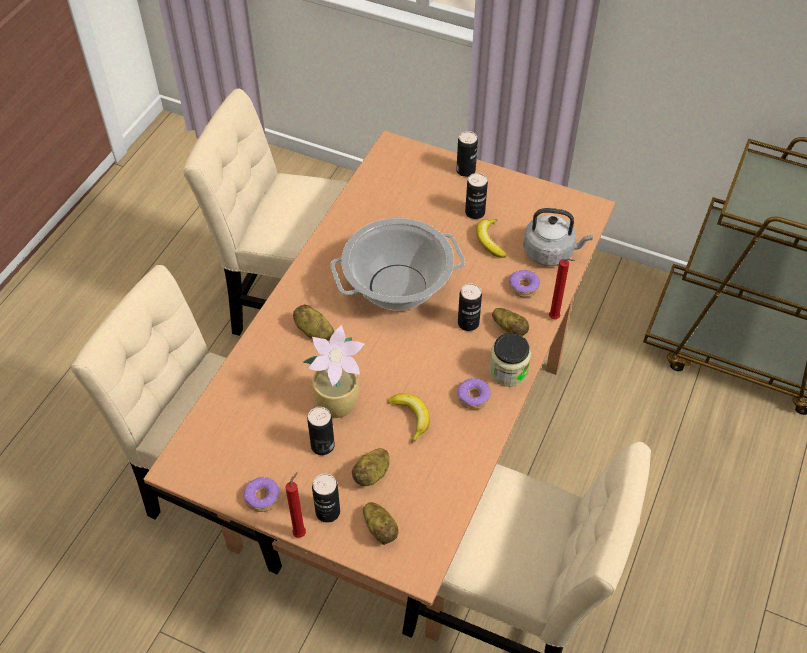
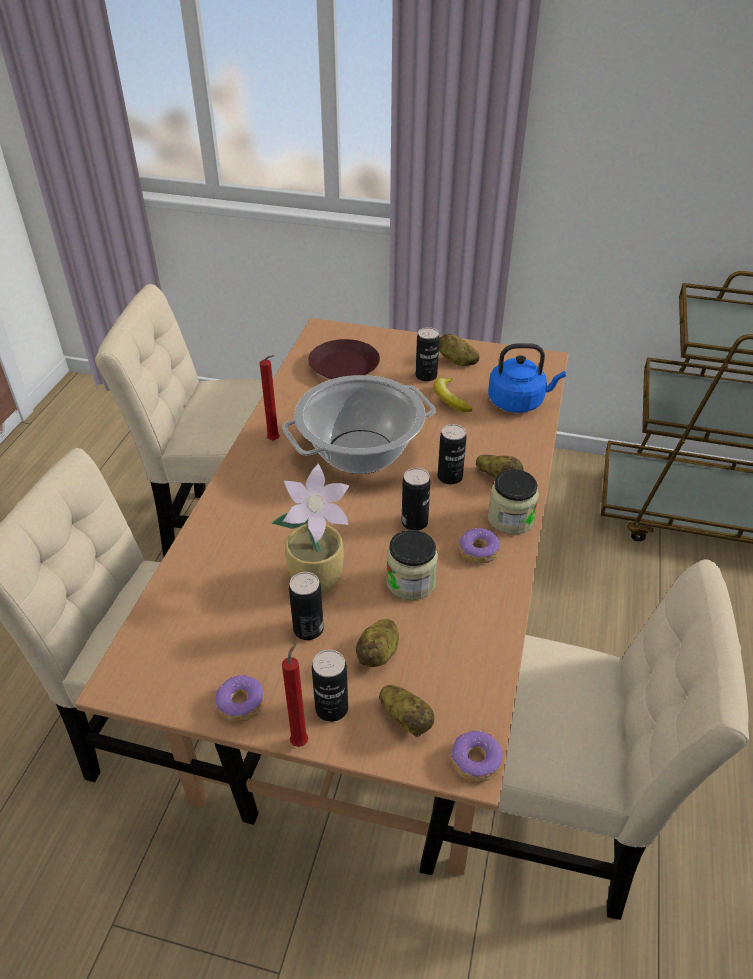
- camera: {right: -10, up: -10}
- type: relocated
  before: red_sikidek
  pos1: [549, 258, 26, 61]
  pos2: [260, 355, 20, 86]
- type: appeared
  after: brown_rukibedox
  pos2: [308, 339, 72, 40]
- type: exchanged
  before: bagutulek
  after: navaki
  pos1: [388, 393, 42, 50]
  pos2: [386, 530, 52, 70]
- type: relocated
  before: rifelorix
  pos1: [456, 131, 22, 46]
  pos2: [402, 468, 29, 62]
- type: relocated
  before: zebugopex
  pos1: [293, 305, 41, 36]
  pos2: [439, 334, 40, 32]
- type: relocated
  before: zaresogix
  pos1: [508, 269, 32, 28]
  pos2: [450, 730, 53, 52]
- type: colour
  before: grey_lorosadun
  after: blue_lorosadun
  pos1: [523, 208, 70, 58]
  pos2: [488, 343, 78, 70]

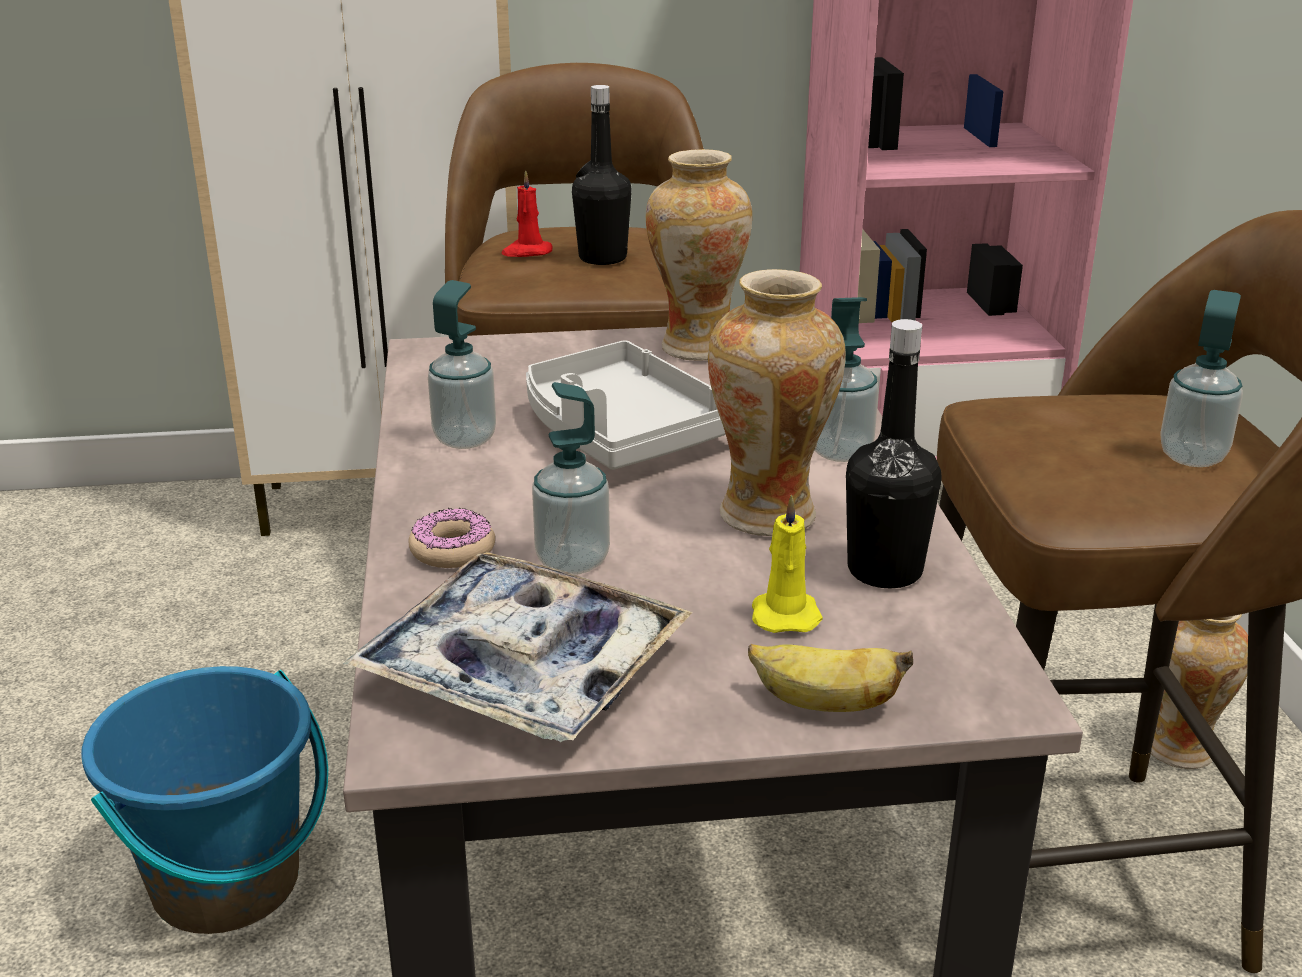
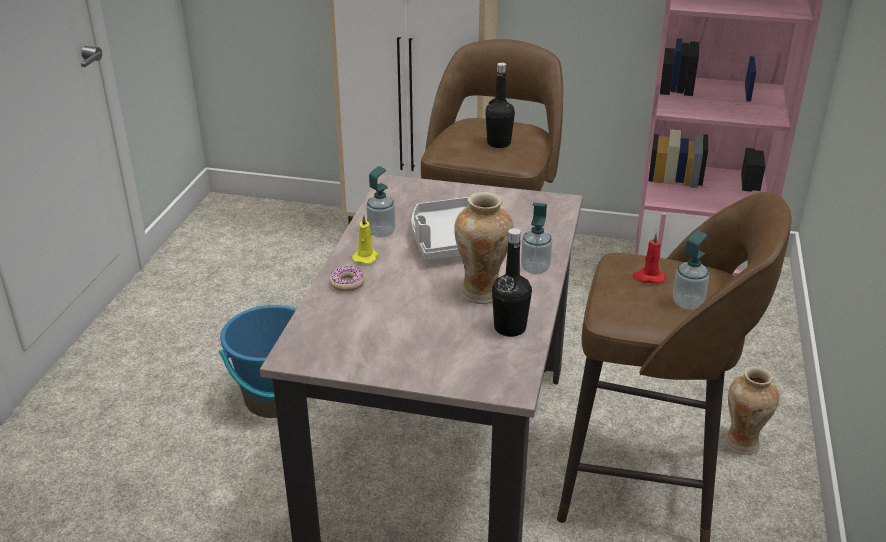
- camera: {right: 20, up: 5}
- type: relocated
  before: yellow_sikidek
  pos1: [752, 494, 71, 139]
  pos2: [352, 215, 27, 49]
- type: relocated
  before: red_sikidek
  pos1: [502, 170, 51, 87]
  pos2: [632, 233, 33, 51]
- type: missing
  before: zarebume
  pos1: [343, 552, 350, 190]
- type: missing
  before: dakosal
  pos1: [532, 382, 78, 193]
- type: missing
  before: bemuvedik
  pos1: [646, 149, 106, 212]
- type: missing
  before: bagutulek
  pos1: [748, 644, 165, 68]

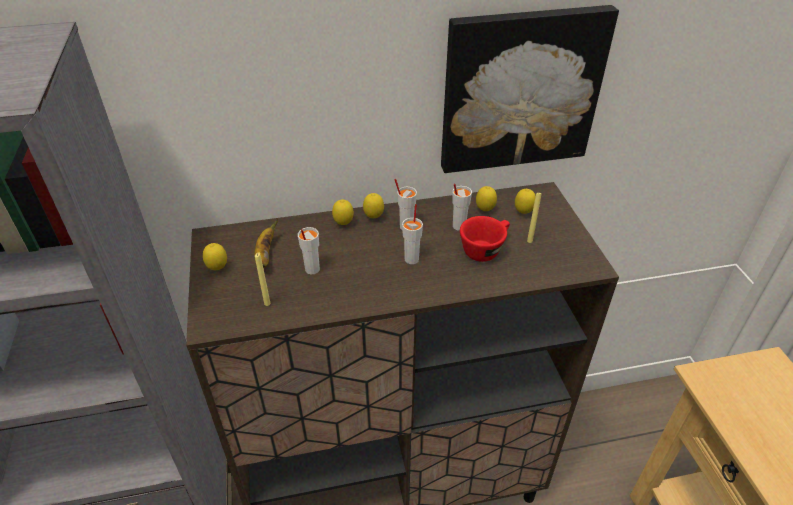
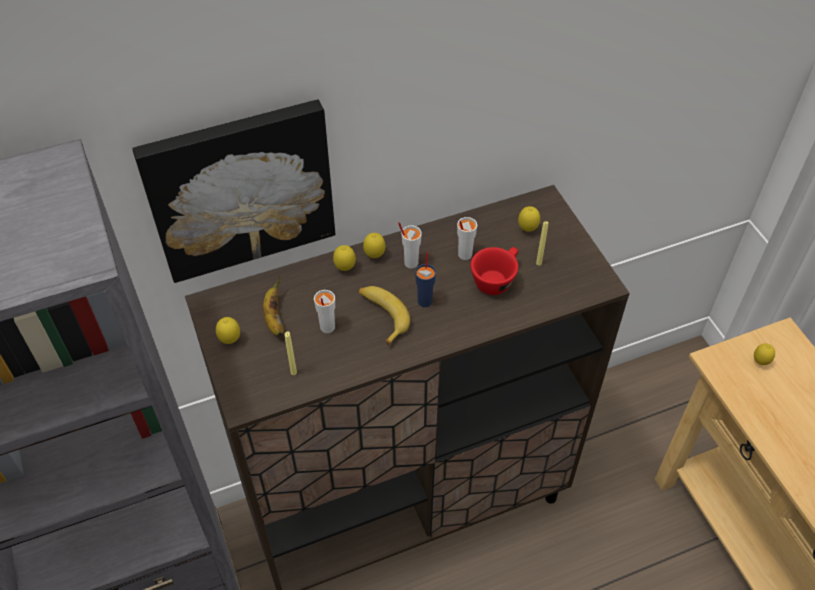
- camera: {right: -10, up: 10}
- type: relocated
  before: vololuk
  pos1: [441, 5, 178, 168]
  pos2: [132, 99, 203, 184]
- type: appeared
  after: bagutulek
  pos2: [359, 286, 51, 60]
- type: colour
  before: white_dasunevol
  after: blue_dasunevol
  pos1: [402, 204, 21, 60]
  pos2: [415, 252, 21, 55]
- type: relocated
  before: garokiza
  pos1: [476, 186, 21, 25]
  pos2: [754, 343, 21, 22]

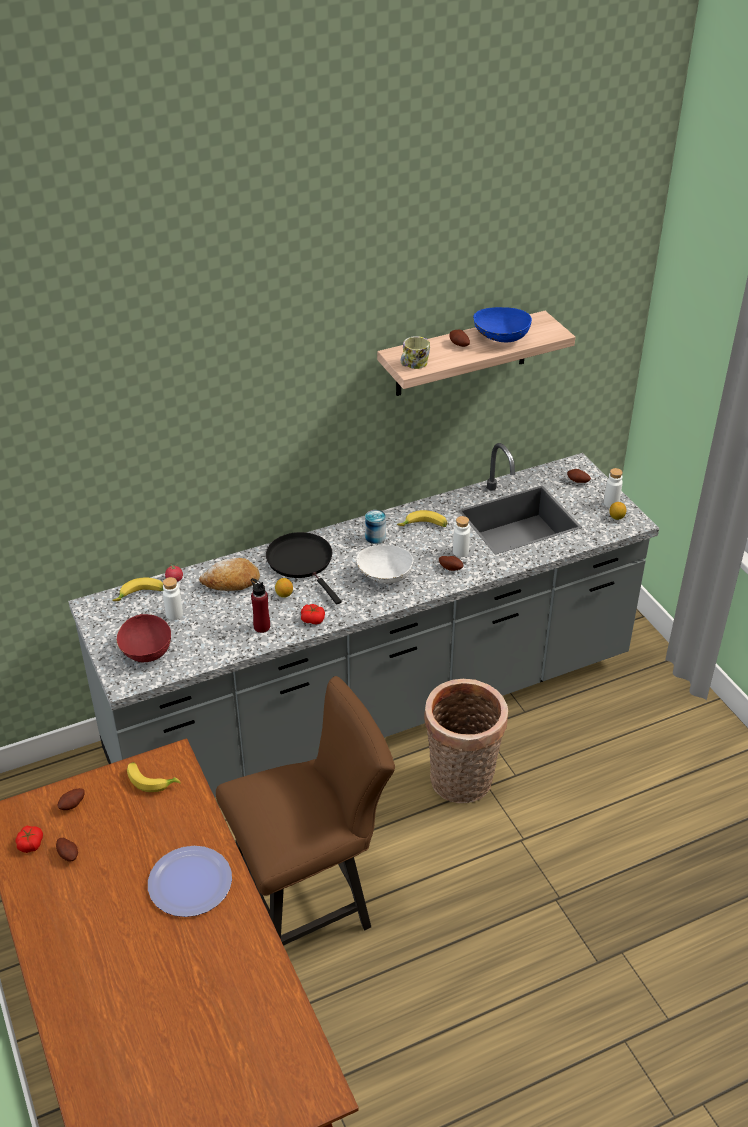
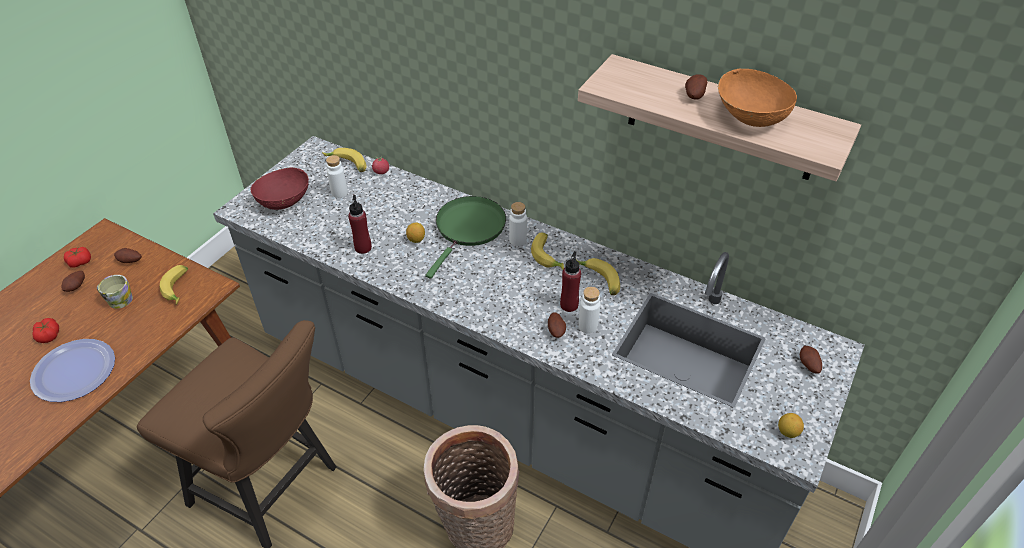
- camera: {right: 55, up: 5}
- type: relocated
  before: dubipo
  pos1: [301, 604, 24, 20]
  pos2: [32, 318, 27, 25]
- type: relocated
  before: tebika
  pos1: [401, 336, 29, 33]
  pos2: [97, 275, 36, 34]
- type: colour
  before: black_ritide
  after: green_ritide
  pos1: [266, 532, 75, 73]
  pos2: [426, 196, 80, 83]
- type: relocated
  before: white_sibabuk
  pos1: [604, 468, 19, 40]
  pos2: [509, 202, 18, 44]
- type: exchanged
  before: rifelorix
  after: bagutulek
  pos1: [365, 510, 21, 34]
  pos2: [531, 232, 33, 38]
- type: appeared
  after: red_sibabuk
  pos2: [560, 251, 21, 61]
- type: colour
  before: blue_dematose
  after: orange_dematose
  pos1: [473, 307, 59, 35]
  pos2: [718, 69, 79, 58]
- type: missing
  before: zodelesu
  pos1: [199, 558, 61, 33]
- type: missing
  before: white_dematose
  pos1: [356, 545, 57, 38]

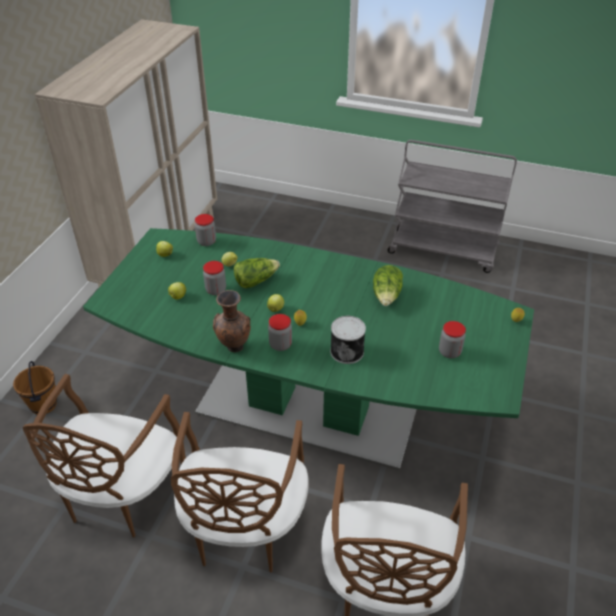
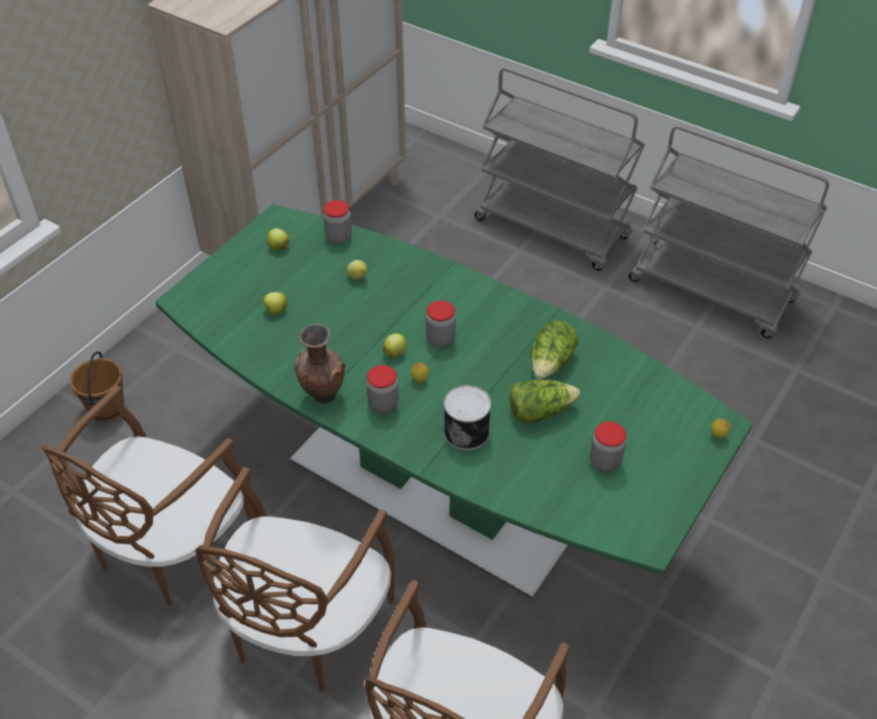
- camera: {right: 15, up: 5}
- type: relocated
  before: navaki
  pos1: [203, 261, 23, 34]
  pos2: [426, 300, 30, 47]
- type: appeared
  after: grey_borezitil
  pos2: [475, 67, 170, 204]
- type: relocated
  before: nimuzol
  pos1: [234, 258, 46, 30]
  pos2: [510, 379, 70, 44]

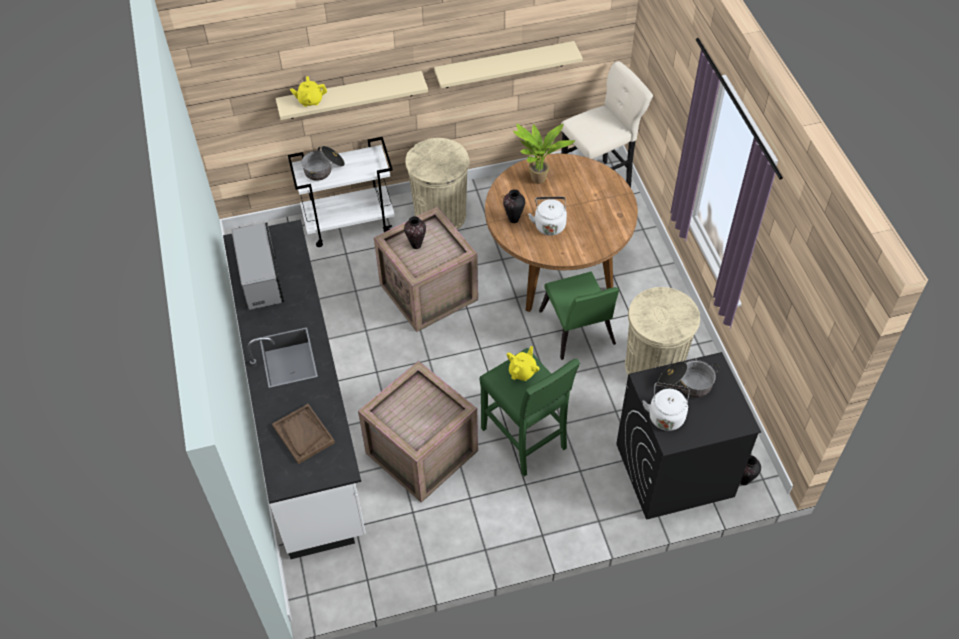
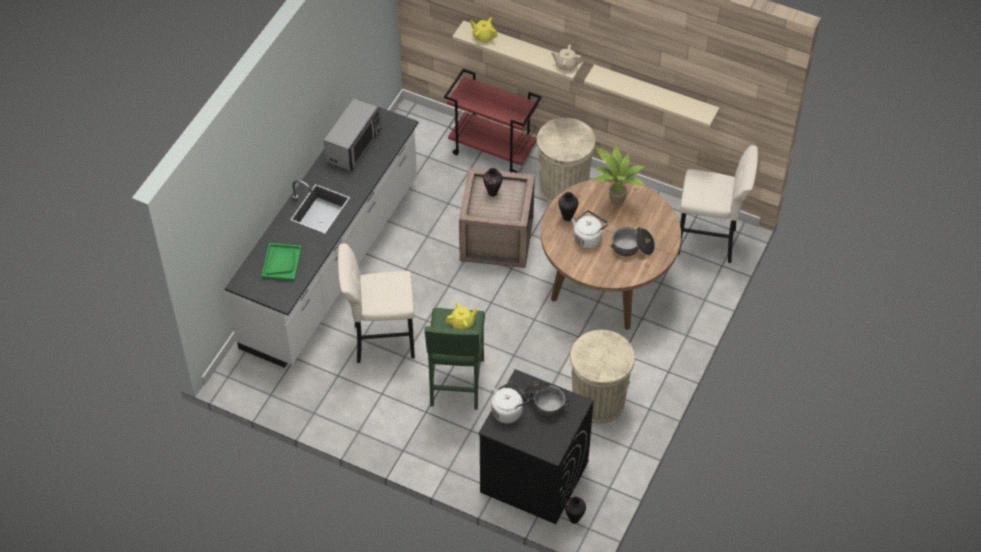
- camera: {right: 40, up: 0}
- type: colour
  before: brown_zarebume
  after: green_zarebume
  pos1: [272, 404, 63, 60]
  pos2: [262, 243, 40, 38]
- type: exchanged
  before: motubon
  after: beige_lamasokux
  pos1: [358, 361, 120, 142]
  pos2: [338, 243, 77, 120]
- type: colour
  before: white_borezitil
  after: red_borezitil
  pos1: [288, 137, 107, 110]
  pos2: [444, 69, 98, 104]
- type: appeared
  after: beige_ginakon
  pos2: [551, 44, 31, 28]
- type: relocated
  before: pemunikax
  pos1: [301, 146, 44, 35]
  pos2: [610, 227, 45, 29]
- type: missing
  before: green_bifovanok
  pos1: [539, 272, 80, 88]

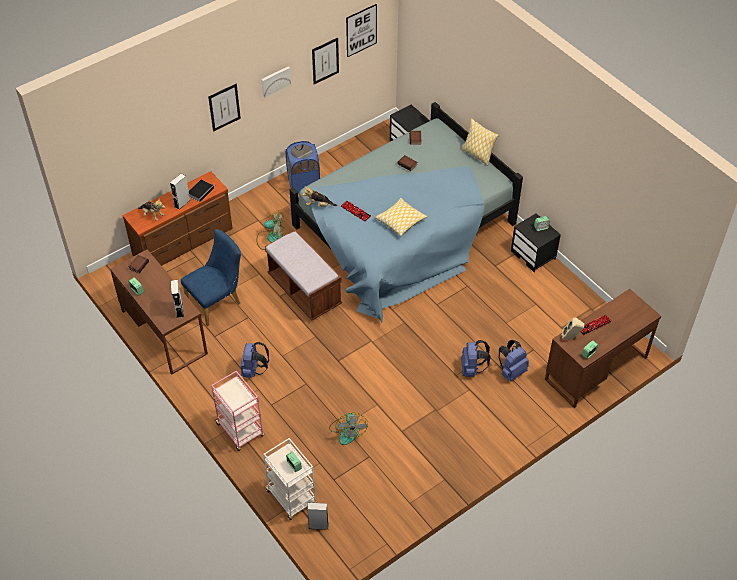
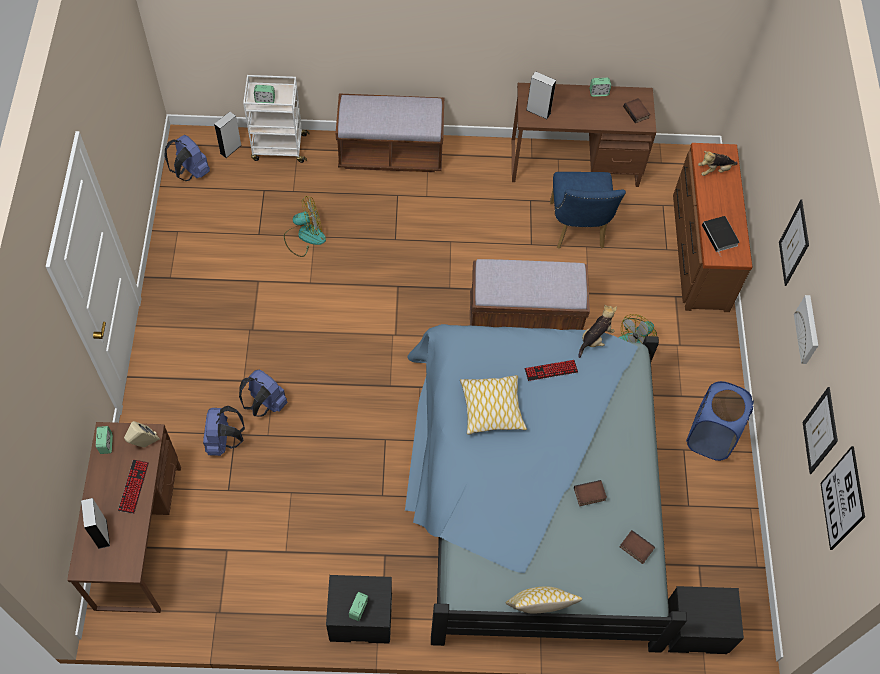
- camera: {right: 125, up: 10}
- type: relocated
  before: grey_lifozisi
  pos1: [170, 173, 20, 37]
  pos2: [81, 498, 29, 51]
- type: relocated
  before: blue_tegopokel
  pos1: [241, 342, 28, 36]
  pos2: [164, 135, 46, 46]
- type: spun
  before: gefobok
  pos1: [329, 413, 39, 32]
  pos2: [284, 196, 42, 61]
  turn: 135
- type: exchanged
  before: pink_borezitil
  after: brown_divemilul
  pos1: [211, 371, 53, 80]
  pos2: [336, 94, 108, 78]

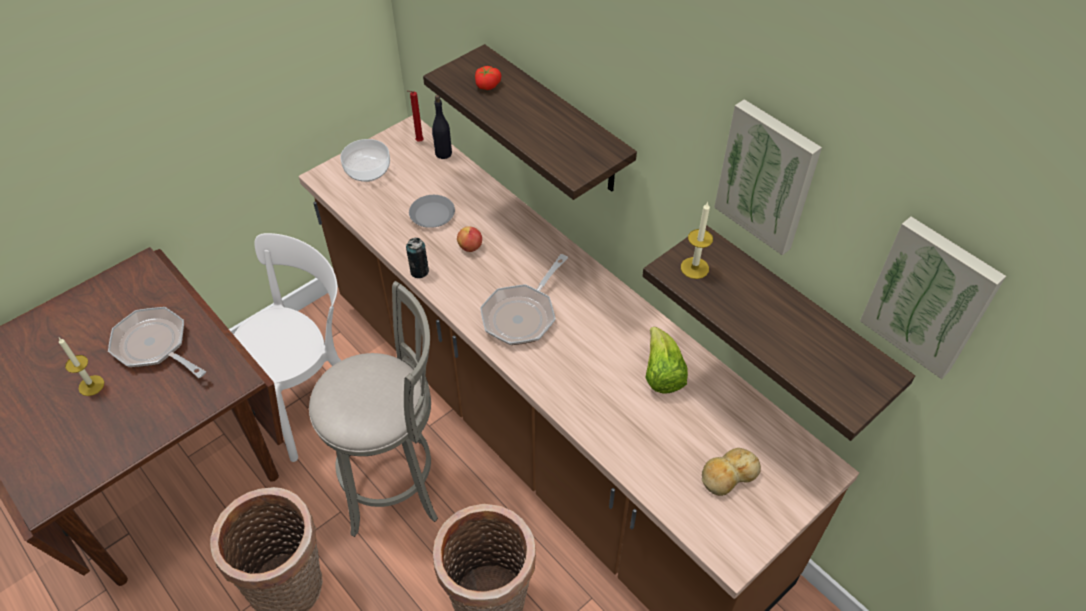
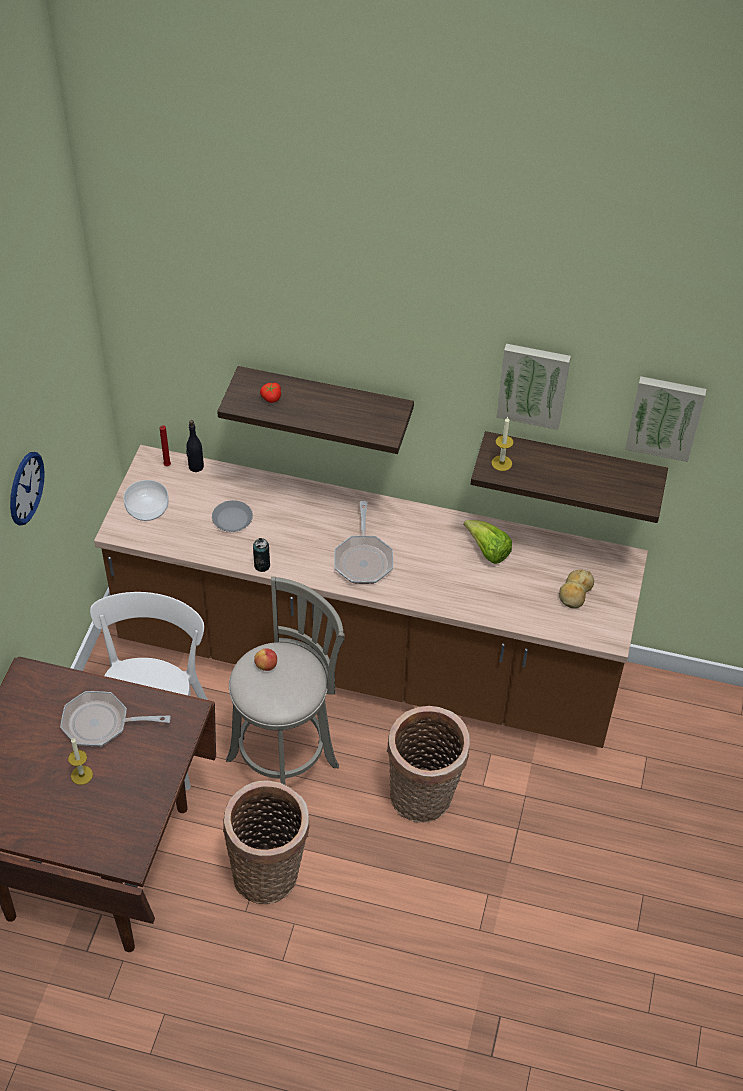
- camera: {right: -35, up: 0}
- type: appeared
  after: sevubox
  pos2: [10, 452, 35, 74]
- type: relocated
  before: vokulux
  pos1: [457, 226, 25, 26]
  pos2: [254, 648, 23, 23]

